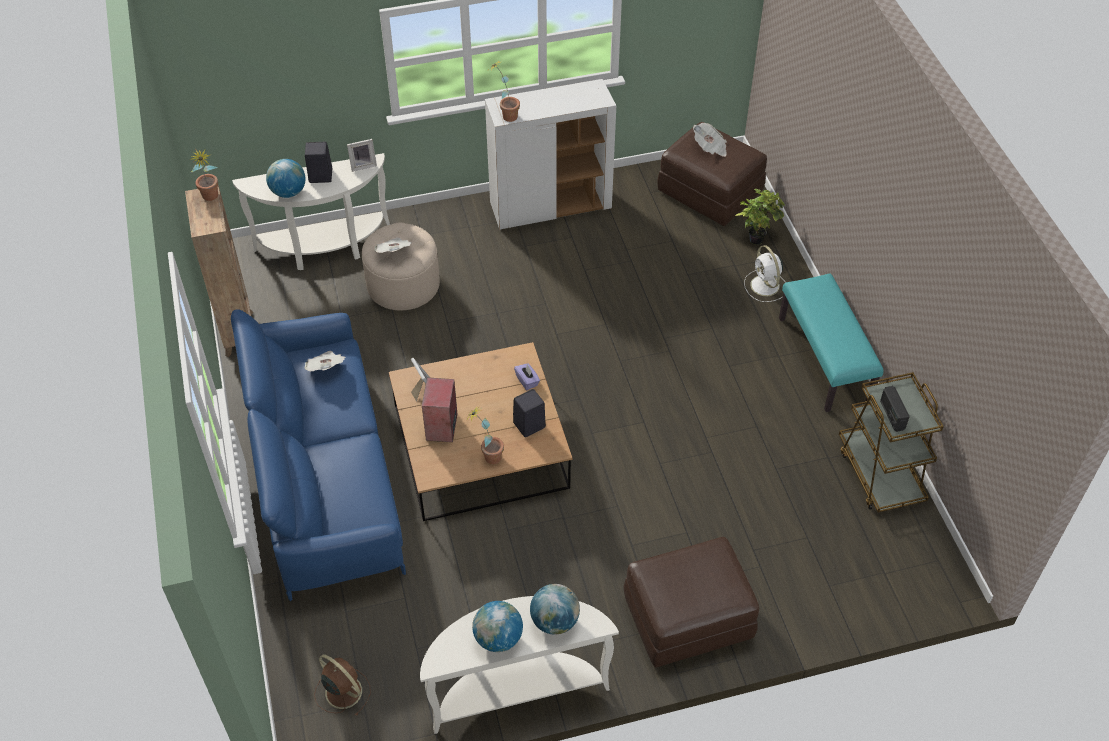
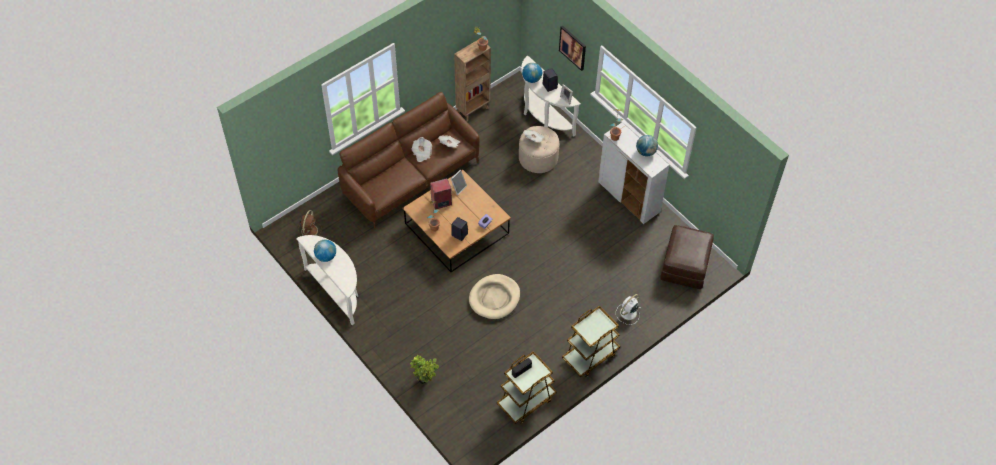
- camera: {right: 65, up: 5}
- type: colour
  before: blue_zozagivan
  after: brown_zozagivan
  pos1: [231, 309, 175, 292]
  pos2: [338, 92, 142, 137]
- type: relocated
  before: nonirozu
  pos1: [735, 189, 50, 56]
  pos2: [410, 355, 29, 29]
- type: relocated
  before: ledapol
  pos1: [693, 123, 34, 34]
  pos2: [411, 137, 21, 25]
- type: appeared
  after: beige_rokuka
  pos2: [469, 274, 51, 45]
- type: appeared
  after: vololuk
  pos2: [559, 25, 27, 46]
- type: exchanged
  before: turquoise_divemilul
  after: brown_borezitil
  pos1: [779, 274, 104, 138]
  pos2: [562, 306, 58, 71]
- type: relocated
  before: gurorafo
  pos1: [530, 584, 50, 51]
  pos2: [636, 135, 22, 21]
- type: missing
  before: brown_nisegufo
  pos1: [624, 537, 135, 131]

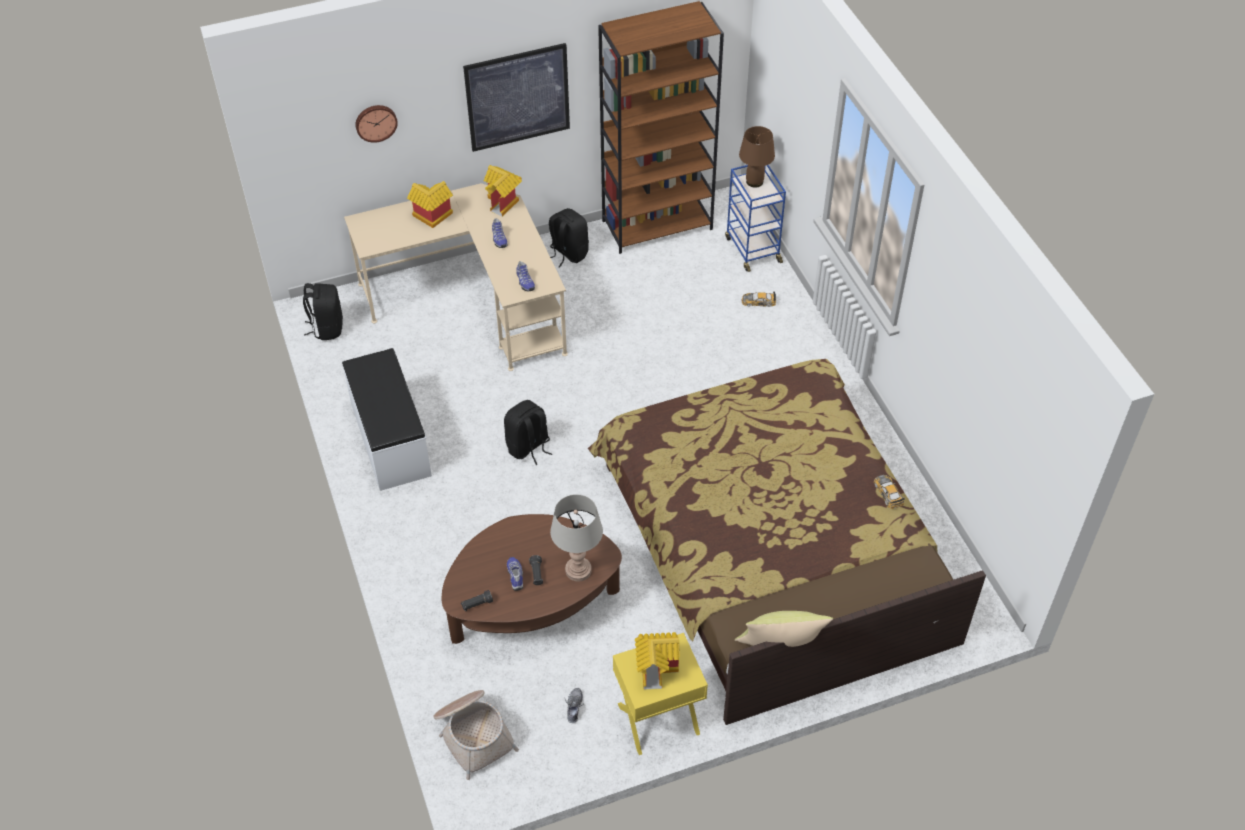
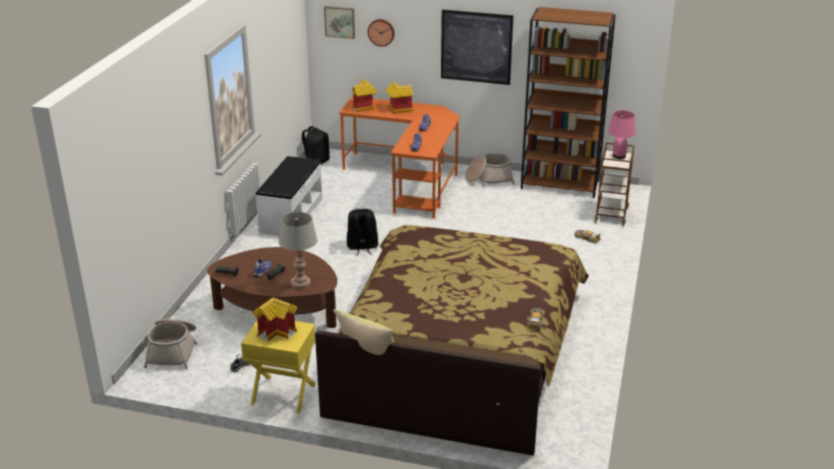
- camera: {right: 35, up: -20}
- type: appeared
  after: vololuk
  pos2: [324, 6, 31, 33]
- type: colour
  before: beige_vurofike
  after: orange_vurofike
  pos1: [344, 183, 224, 188]
  pos2: [339, 96, 121, 123]
- type: relocated
  before: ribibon
  pos1: [484, 165, 38, 51]
  pos2: [352, 79, 26, 33]
- type: exchanged
  before: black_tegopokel
  after: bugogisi
  pos1: [549, 208, 40, 60]
  pos2: [465, 153, 50, 34]
- type: colour
  before: blue_borezitil
  after: brown_borezitil
  pos1: [725, 165, 61, 107]
  pos2: [595, 142, 39, 84]
- type: colour
  before: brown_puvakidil
  after: pink_puvakidil
  pos1: [739, 126, 36, 62]
  pos2: [608, 110, 28, 49]

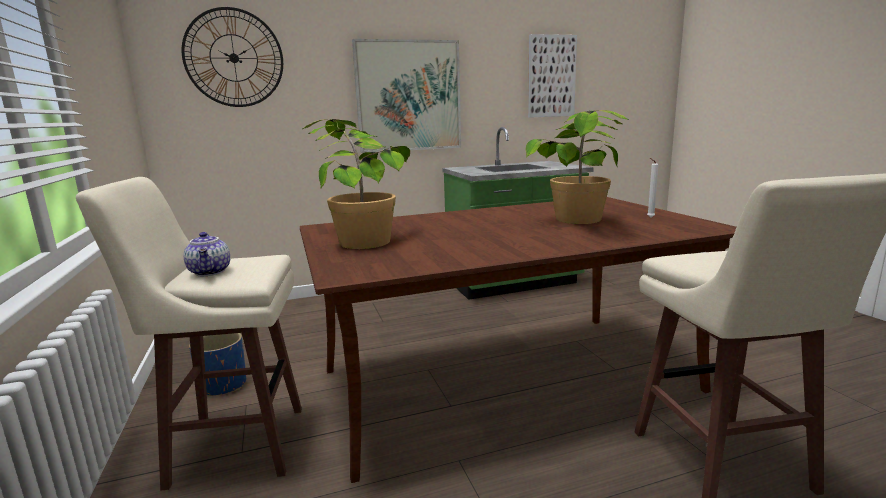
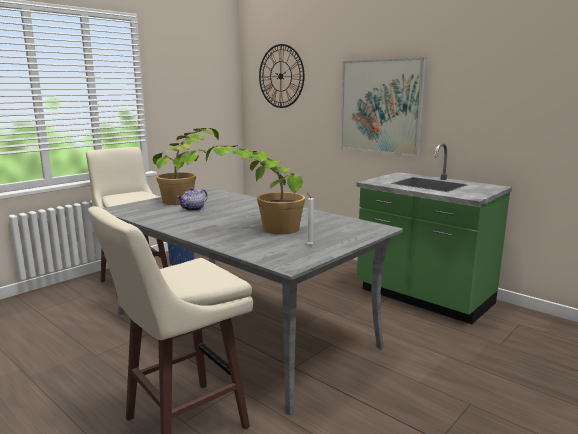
- camera: {right: 60, up: 0}
- type: colour
  before: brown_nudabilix
  after: grey_nudabilix
  pos1: [300, 197, 436, 286]
  pos2: [103, 187, 300, 229]
- type: relocated
  before: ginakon
  pos1: [184, 232, 46, 44]
  pos2: [177, 187, 31, 24]
- type: missing
  before: vololuk
  pos1: [528, 34, 49, 84]

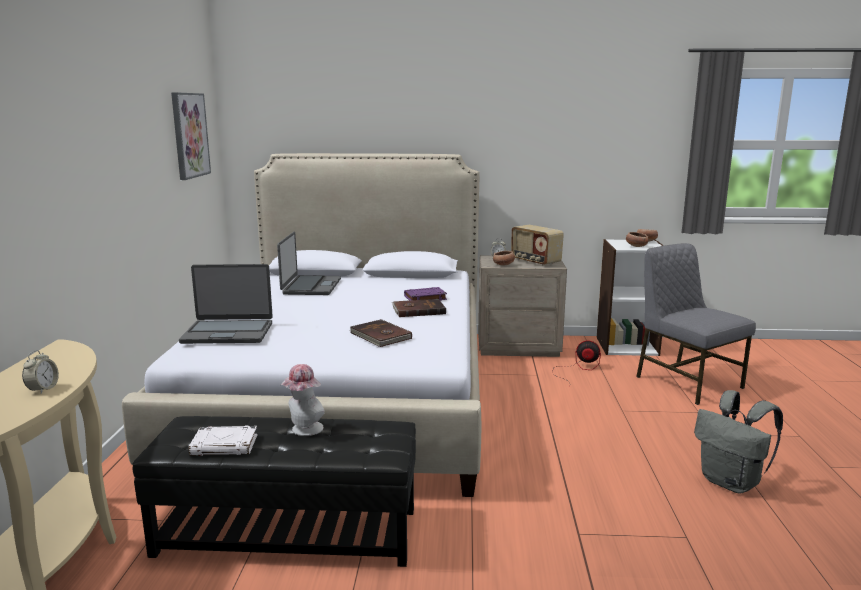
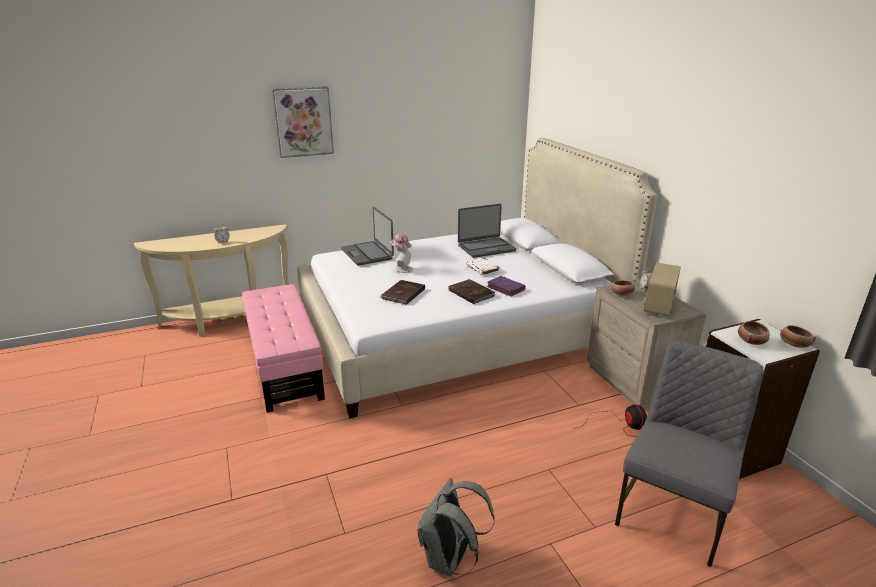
- camera: {right: 65, up: 10}
- type: colour
  before: black_nisegufo
  after: pink_nisegufo
  pos1: [132, 416, 284, 151]
  pos2: [242, 284, 83, 128]
- type: relocated
  before: vololuk
  pos1: [171, 92, 40, 88]
  pos2: [272, 87, 62, 71]
- type: relocated
  before: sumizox
  pos1: [280, 364, 45, 72]
  pos2: [390, 234, 23, 39]
- type: relocated
  before: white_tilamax
  pos1: [189, 425, 68, 31]
  pos2: [467, 257, 33, 19]

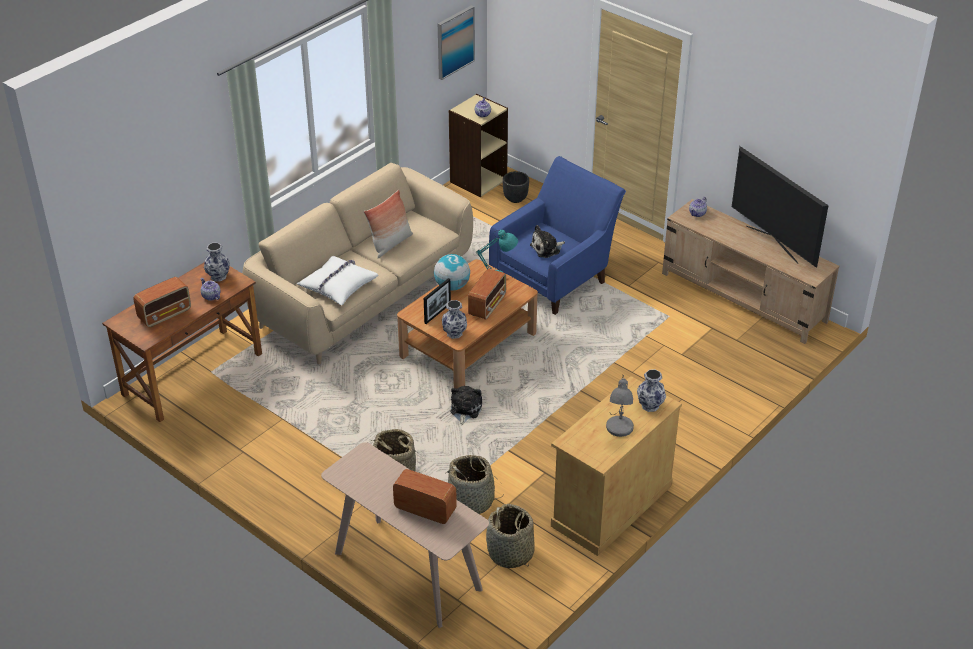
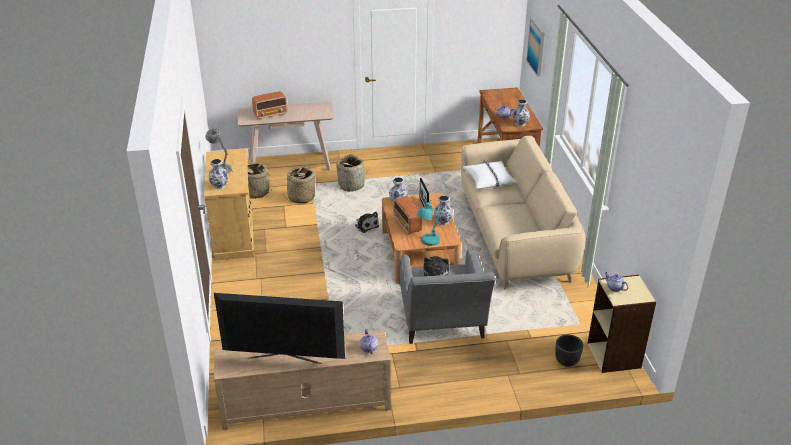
- camera: {right: 130, up: -5}
- type: colour
  before: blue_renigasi
  after: grey_renigasi
  pos1: [489, 156, 137, 159]
  pos2: [399, 249, 97, 95]
- type: exchanged
  before: gurorafo
  after: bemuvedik
  pos1: [434, 254, 36, 37]
  pos2: [434, 195, 19, 30]
- type: relocated
  before: vololuk
  pos1: [438, 5, 37, 75]
  pos2: [526, 18, 19, 58]
- type: missing
  before: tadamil
  pos1: [134, 277, 57, 50]
- type: missing
  before: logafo
  pos1: [364, 190, 49, 68]

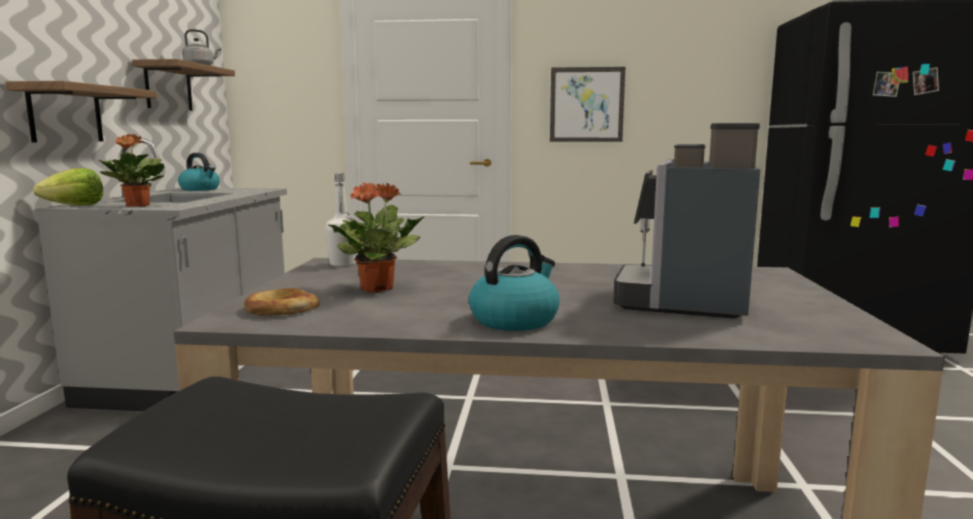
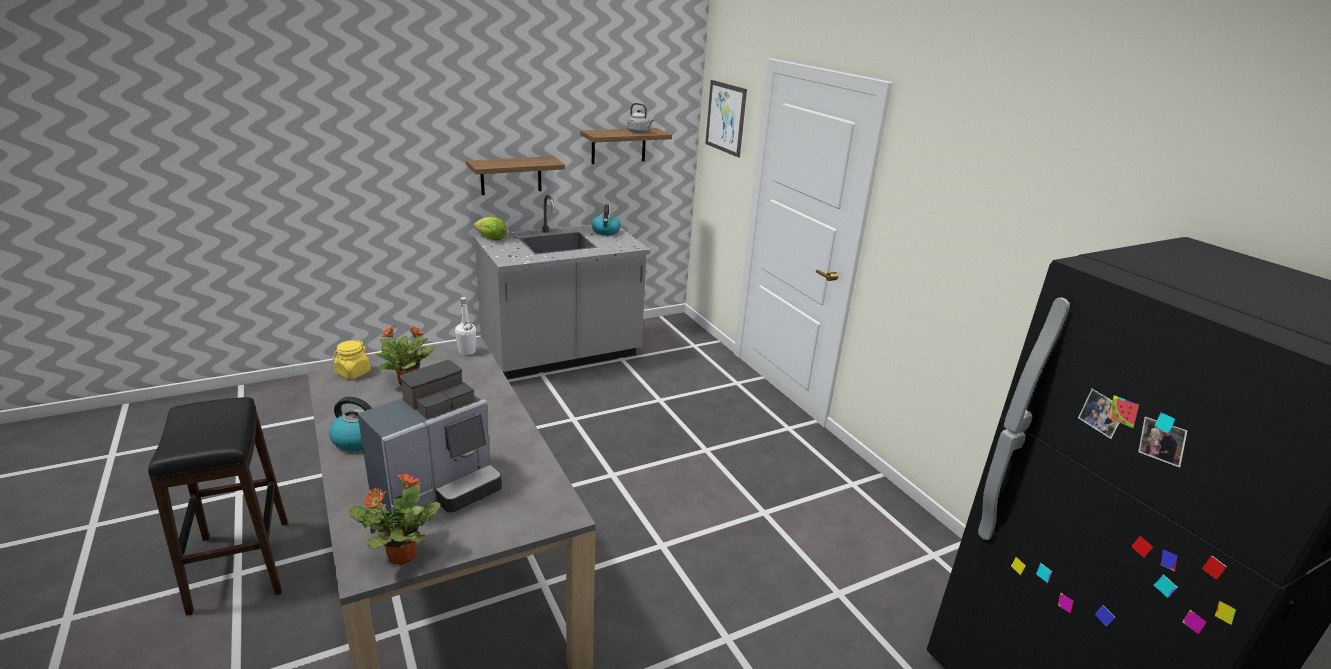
- camera: {right: 55, up: 15}
- type: exchanged
  before: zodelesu
  after: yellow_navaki
  pos1: [244, 288, 76, 28]
  pos2: [333, 340, 38, 39]
- type: relocated
  before: nonirozu
  pos1: [99, 134, 66, 73]
  pos2: [349, 474, 92, 91]
- type: spun
  before: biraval
  pos1: [613, 123, 147, 196]
  pos2: [357, 360, 145, 161]
  turn: 150
- type: relocated
  before: vololuk
  pos1: [550, 67, 75, 75]
  pos2: [705, 80, 42, 77]

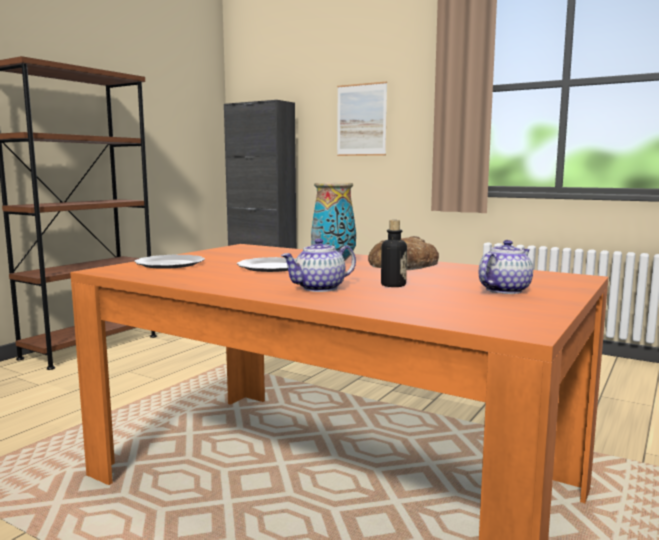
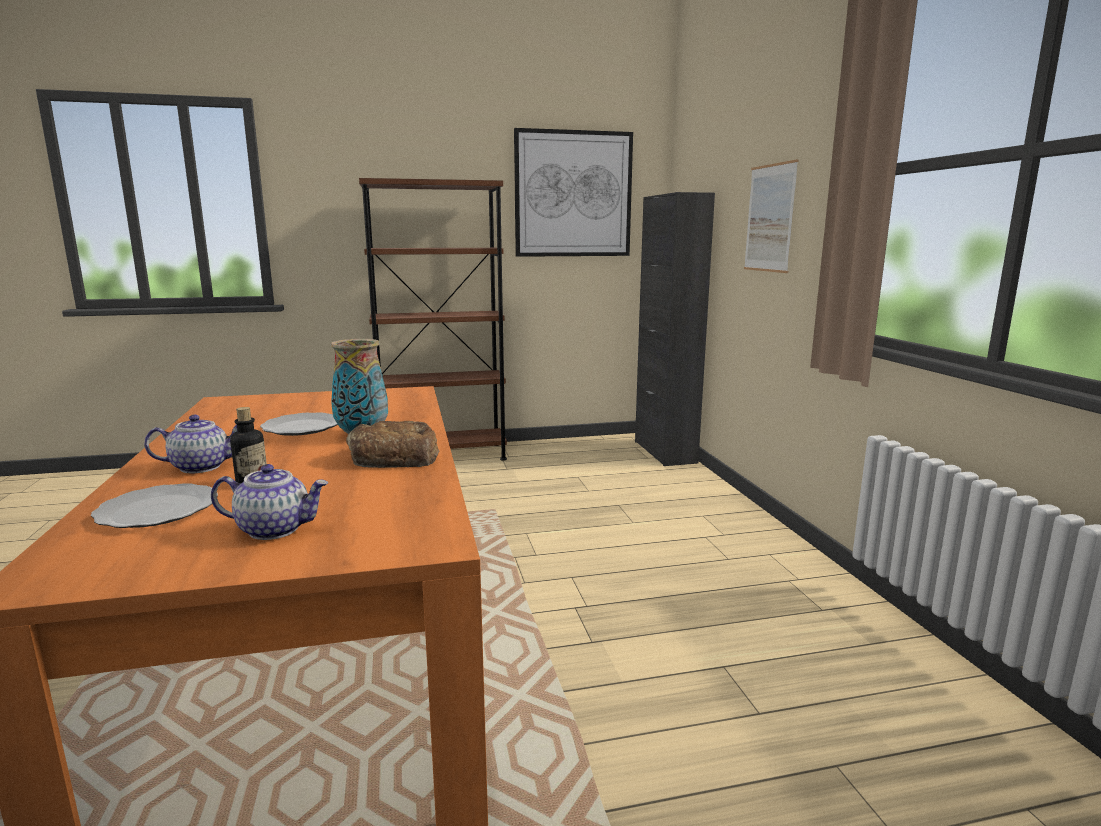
- camera: {right: 45, up: 5}
- type: relocated
  before: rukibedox
  pos1: [134, 255, 71, 14]
  pos2: [91, 483, 127, 45]
- type: spun
  before: ginakon
  pos1: [281, 238, 75, 54]
  pos2: [144, 415, 93, 58]
  turn: 150
- type: appeared
  after: vololuk
  pos2: [514, 128, 119, 129]

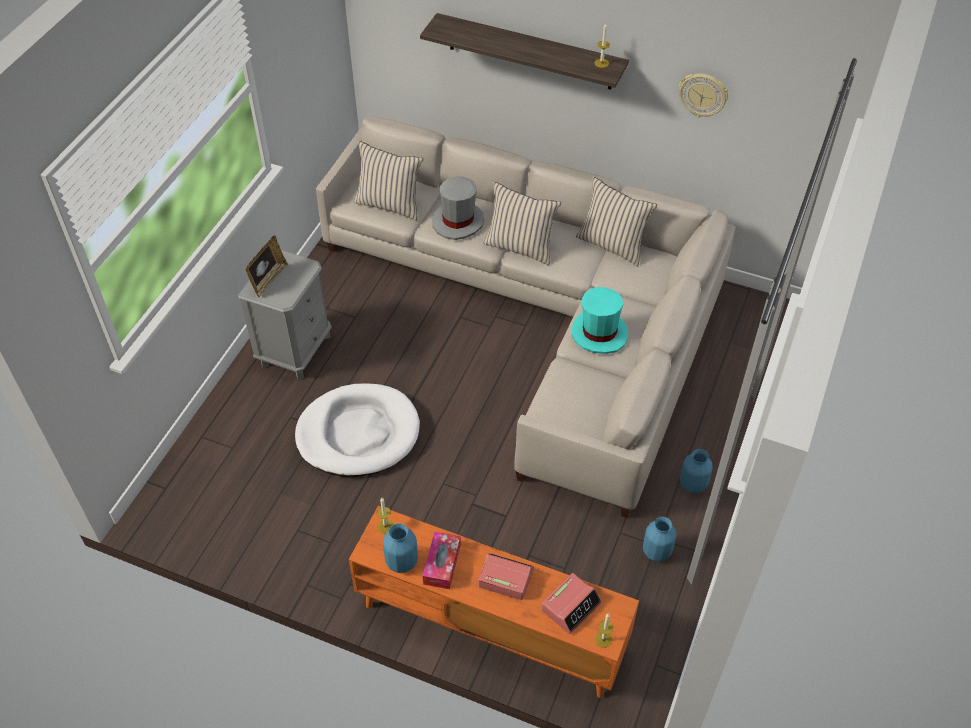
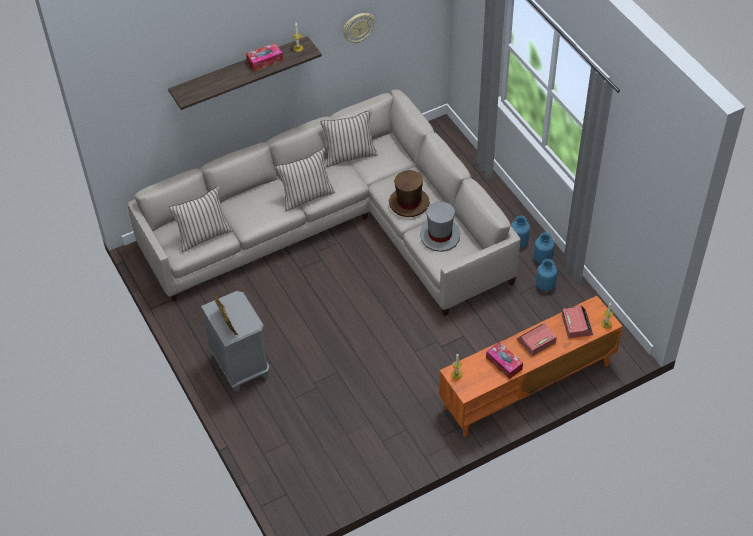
- camera: {right: -50, up: 0}
- type: appeared
  after: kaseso
  pos2: [246, 43, 37, 29]
- type: colour
  before: turquoise_sumizox
  after: brown_sumizox
  pos1: [572, 287, 56, 67]
  pos2: [389, 170, 41, 47]
- type: relocated
  before: grey_sumizox
  pos1: [432, 176, 52, 64]
  pos2: [420, 201, 40, 51]
- type: relocated
  before: blue_bemuvedik
  pos1: [383, 523, 35, 50]
  pos2: [534, 232, 21, 32]
- type: missing
  before: white_rokuka
  pos1: [295, 383, 125, 94]

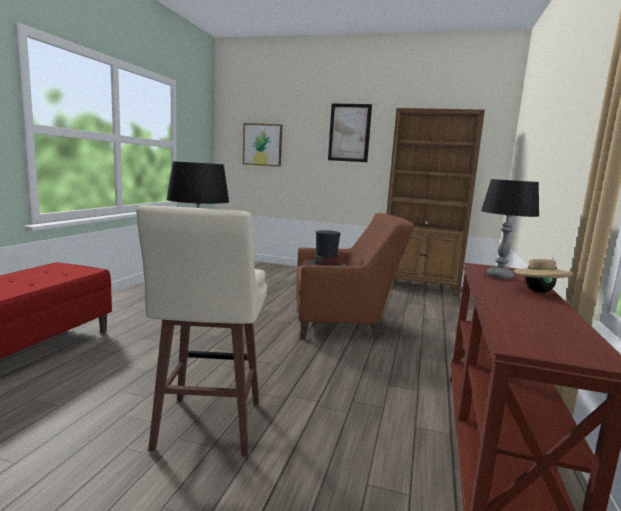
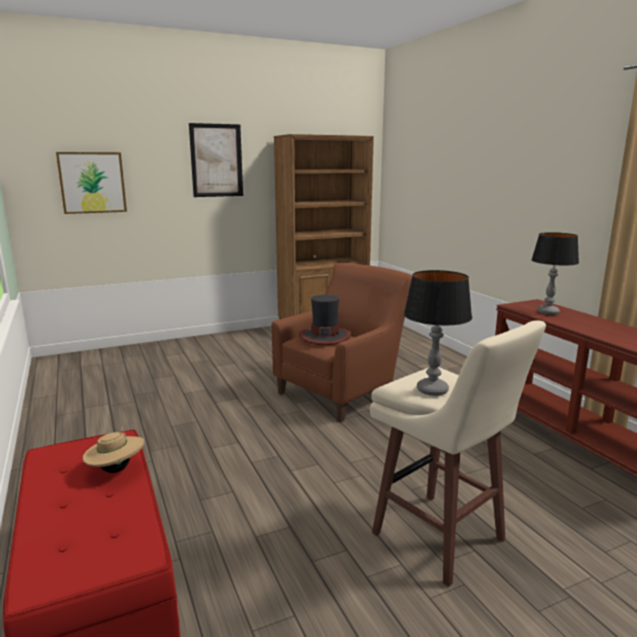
- camera: {right: -40, up: 5}
- type: relocated
  before: beige_sumizox
  pos1: [514, 258, 60, 35]
  pos2: [82, 427, 62, 46]

